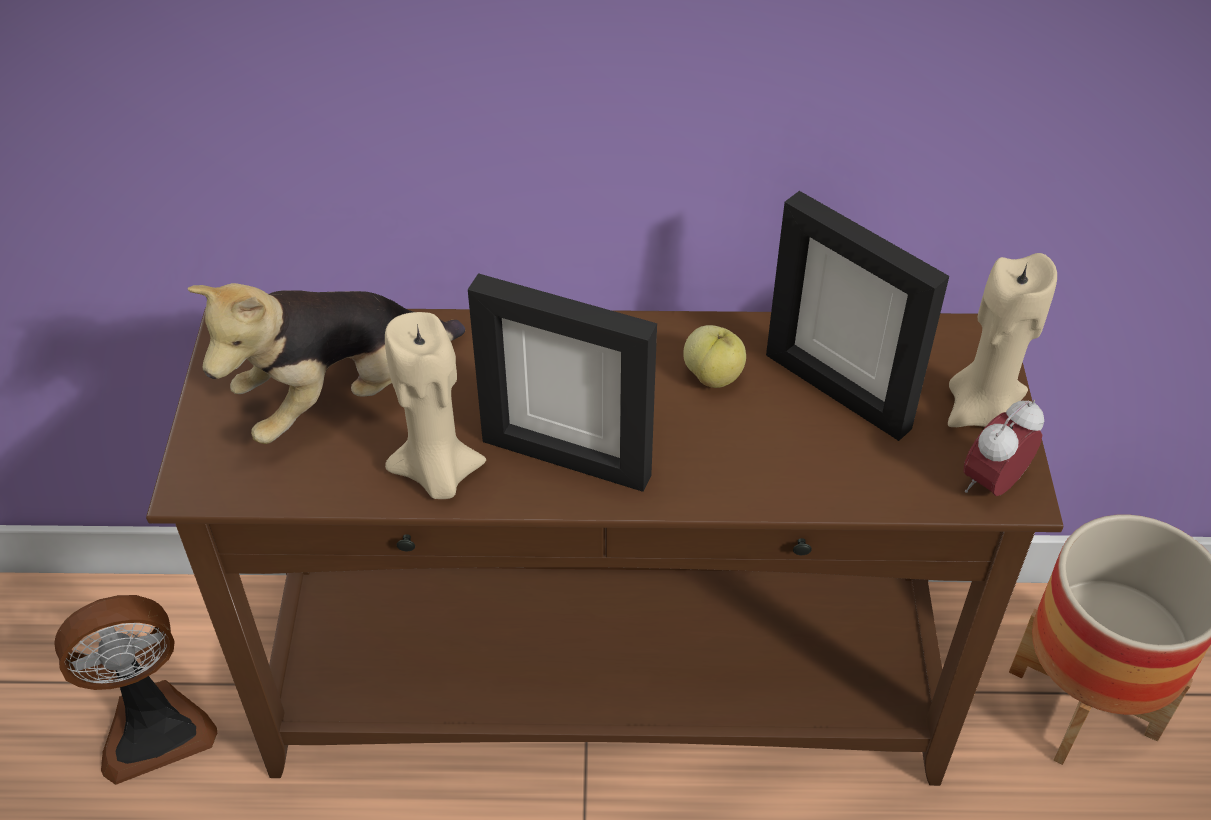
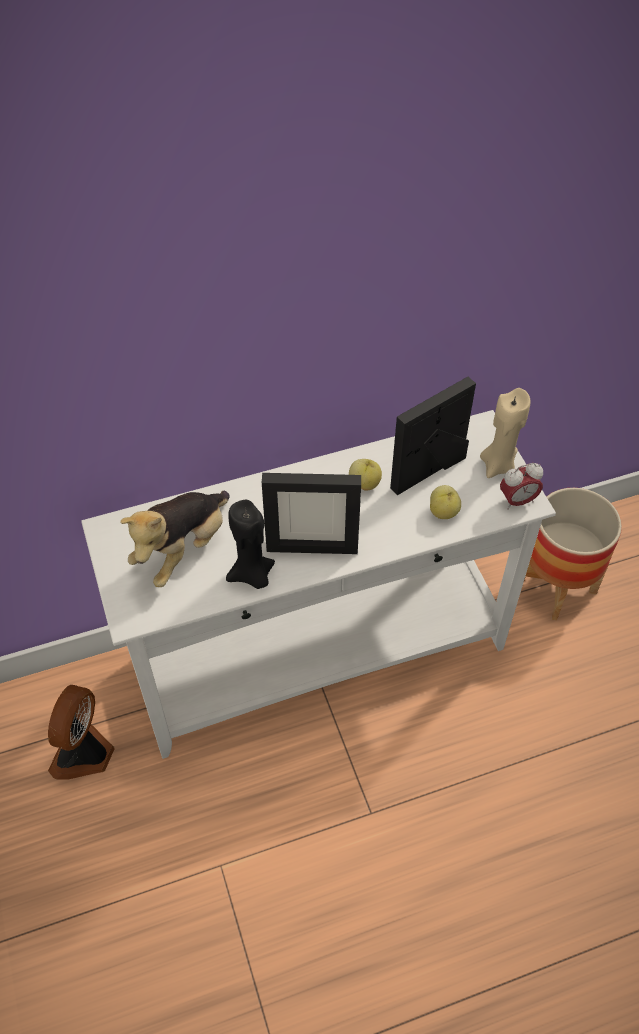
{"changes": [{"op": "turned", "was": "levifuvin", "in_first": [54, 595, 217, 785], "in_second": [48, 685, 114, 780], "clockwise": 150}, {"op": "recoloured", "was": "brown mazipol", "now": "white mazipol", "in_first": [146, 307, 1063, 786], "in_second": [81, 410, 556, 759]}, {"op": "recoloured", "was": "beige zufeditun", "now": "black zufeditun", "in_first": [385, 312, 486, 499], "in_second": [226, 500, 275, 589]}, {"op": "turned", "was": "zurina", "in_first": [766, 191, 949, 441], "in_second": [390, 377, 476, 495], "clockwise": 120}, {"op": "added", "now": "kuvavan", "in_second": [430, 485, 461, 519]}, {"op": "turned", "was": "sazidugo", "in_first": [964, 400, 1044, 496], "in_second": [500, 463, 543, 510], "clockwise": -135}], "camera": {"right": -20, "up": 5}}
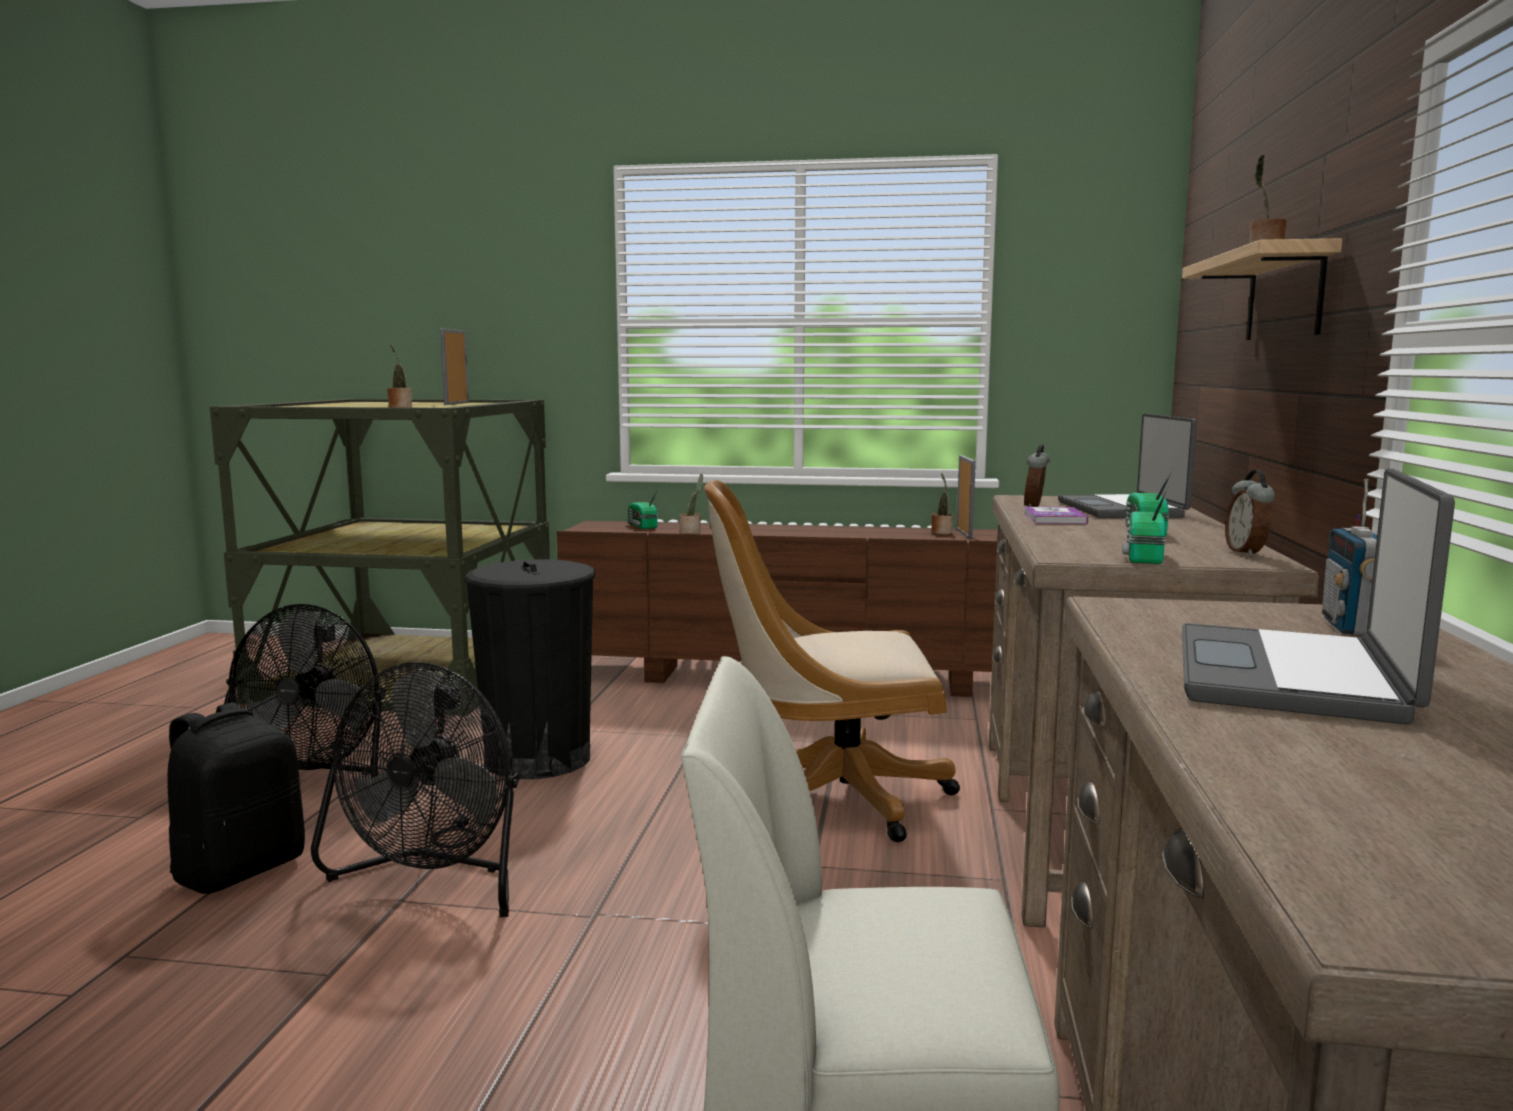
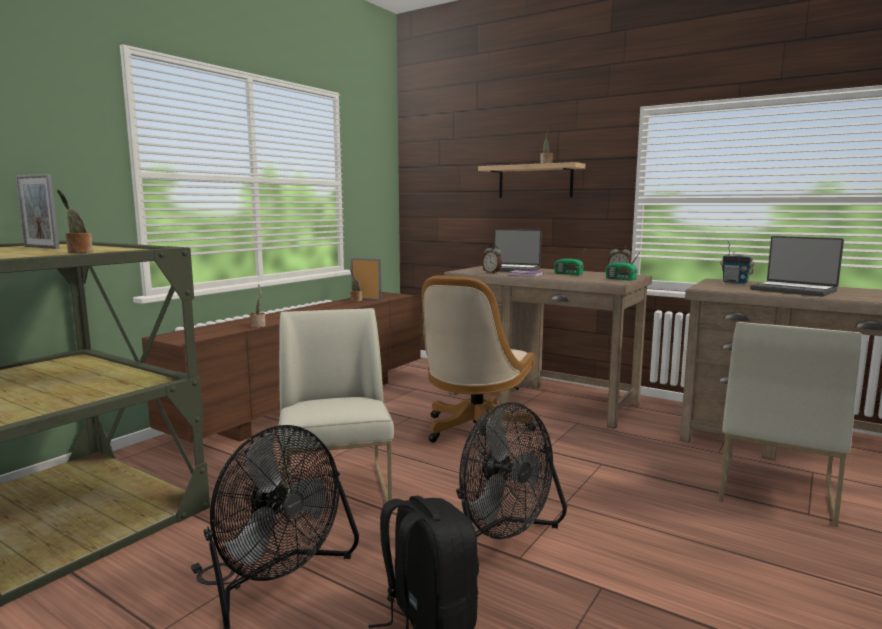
{"changes": [{"op": "replaced", "was": "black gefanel", "now": "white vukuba", "in_first": [464, 559, 595, 779], "in_second": [277, 308, 394, 524]}, {"op": "removed", "was": "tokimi", "in_first": [628, 486, 659, 529]}], "camera": {"right": -65, "up": 0}}
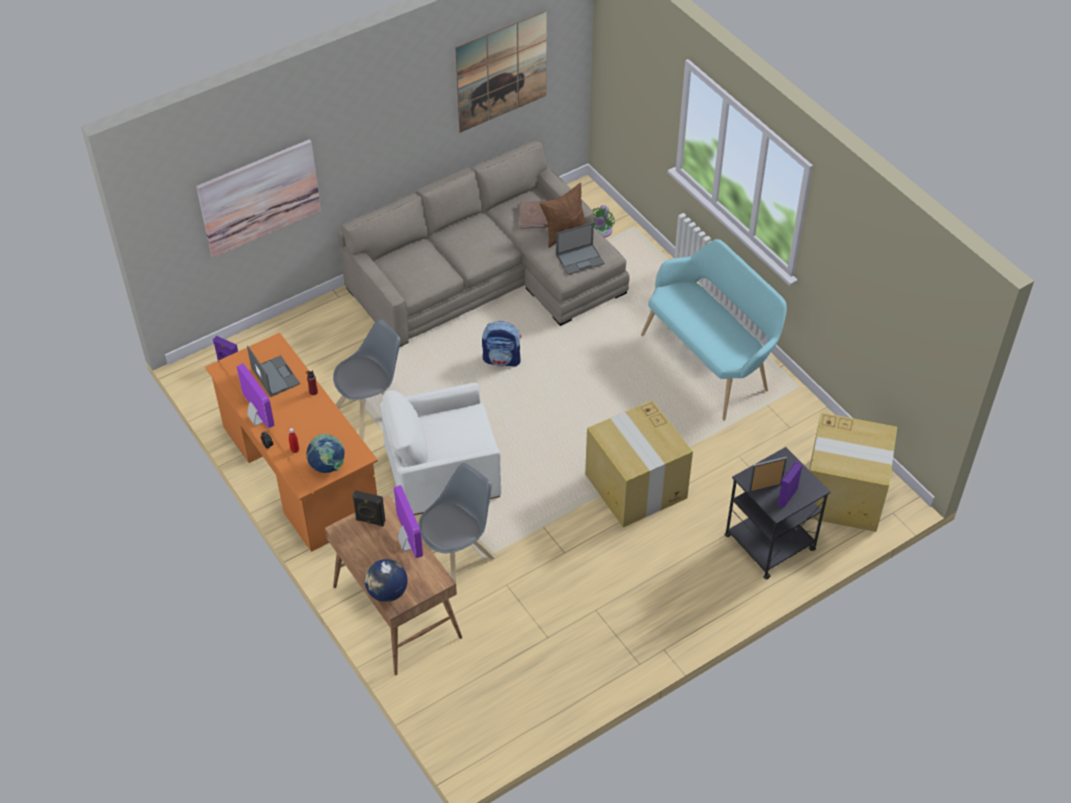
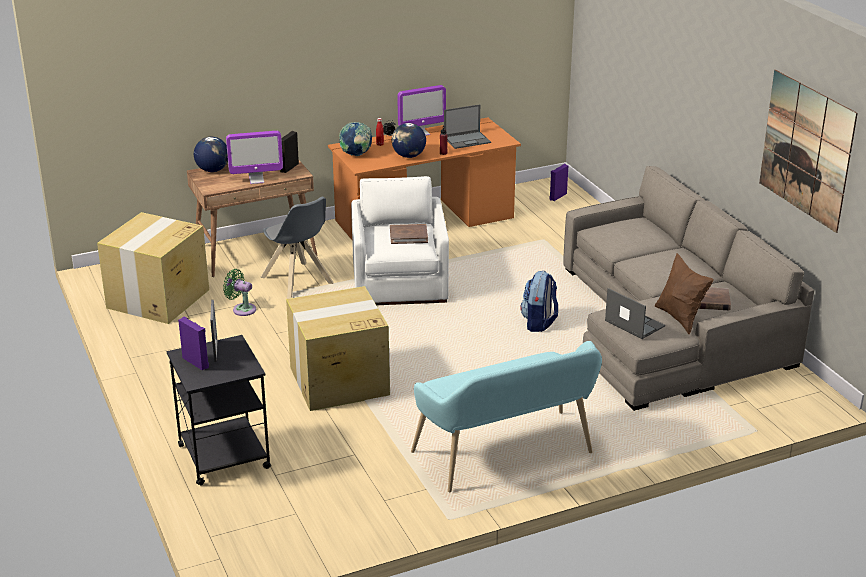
{"changes": [{"op": "moved", "was": "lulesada", "in_first": [809, 412, 897, 532], "in_second": [97, 212, 209, 324]}, {"op": "moved", "was": "green levifuvin", "in_first": [593, 205, 615, 238], "in_second": [223, 269, 256, 316]}, {"op": "added", "now": "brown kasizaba", "in_second": [390, 224, 428, 244]}, {"op": "added", "now": "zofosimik", "in_second": [392, 123, 426, 158]}, {"op": "turned", "was": "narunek", "in_first": [556, 222, 605, 275], "in_second": [605, 288, 665, 339], "clockwise": 150}, {"op": "removed", "was": "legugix", "in_first": [196, 139, 321, 258]}, {"op": "removed", "was": "grey vukuba", "in_first": [333, 319, 400, 440]}], "camera": {"right": 100, "up": -20}}
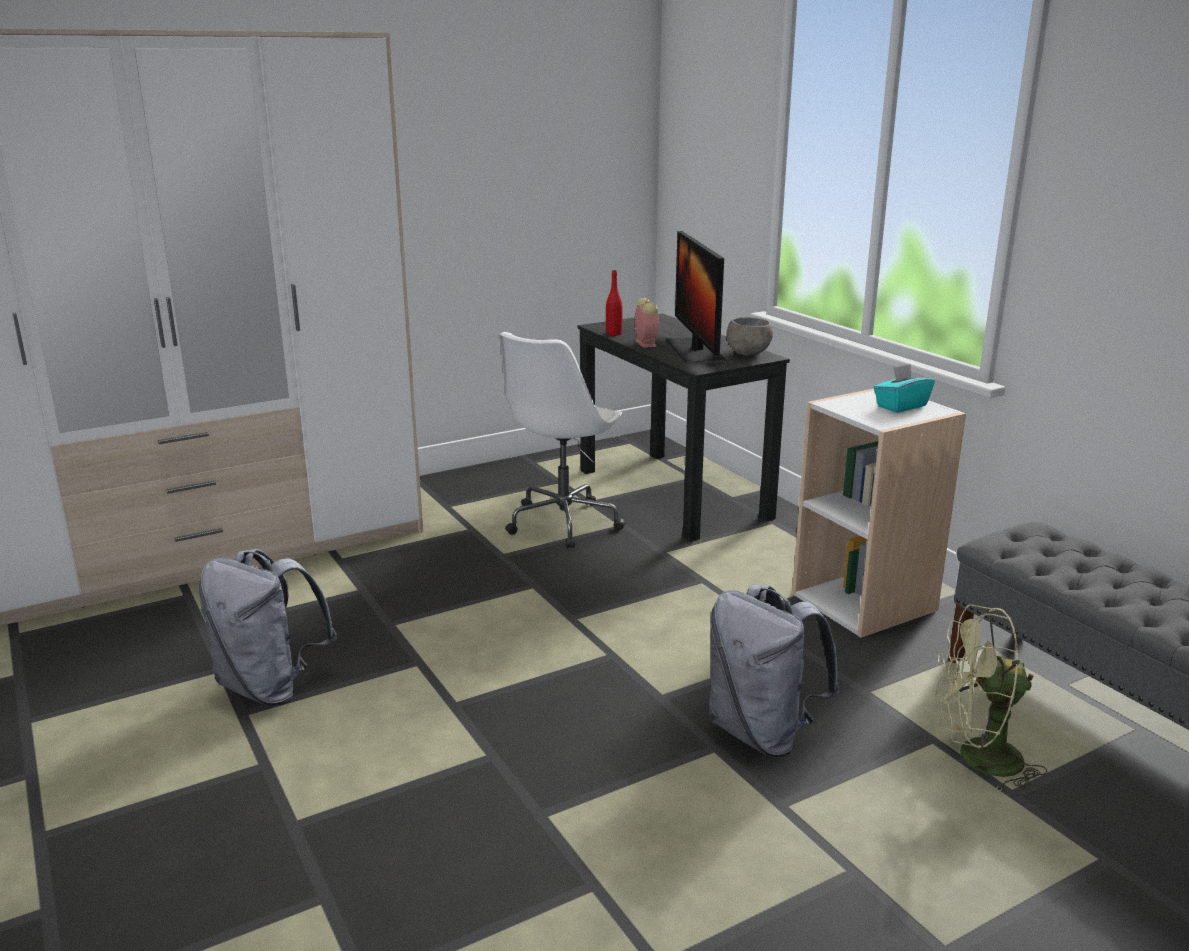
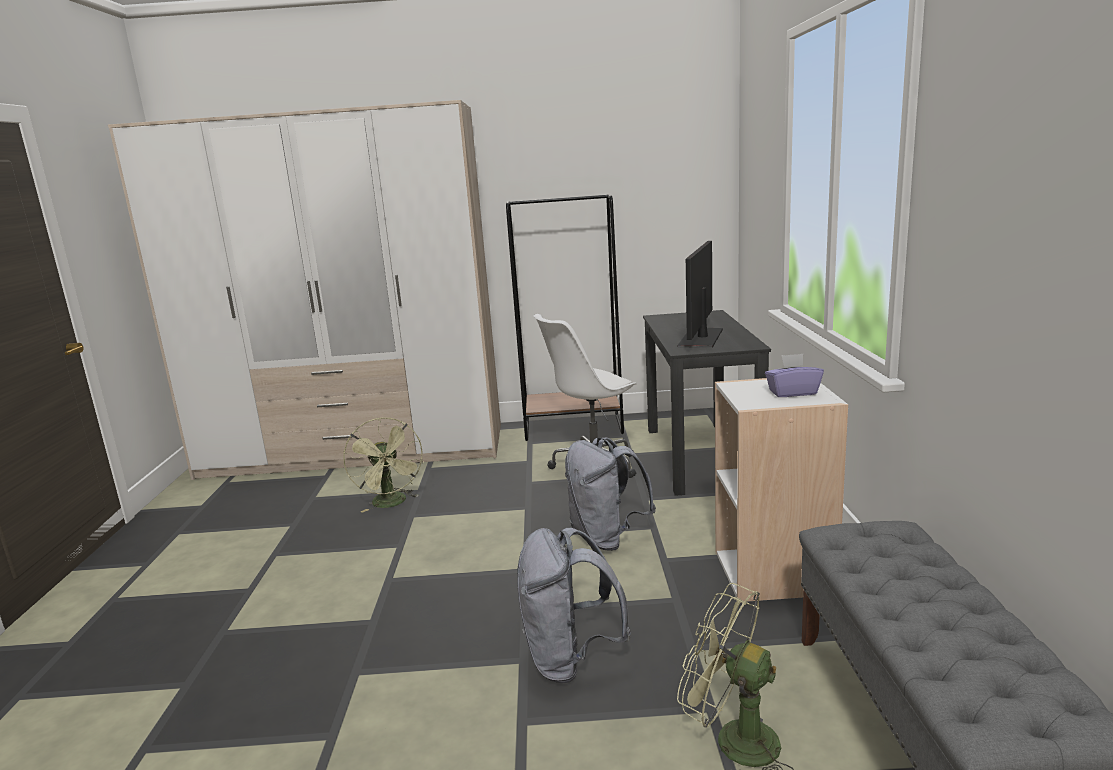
{"changes": [{"op": "added", "now": "green levifuvin", "in_second": [344, 417, 424, 513]}, {"op": "added", "now": "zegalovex", "in_second": [506, 194, 624, 441]}, {"op": "moved", "was": "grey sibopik", "in_first": [198, 549, 337, 705], "in_second": [565, 437, 656, 551]}, {"op": "recoloured", "was": "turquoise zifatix", "now": "purple zifatix", "in_first": [874, 364, 935, 413], "in_second": [765, 354, 824, 397]}, {"op": "removed", "was": "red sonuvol", "in_first": [606, 270, 623, 336]}, {"op": "removed", "was": "sazidugo", "in_first": [634, 298, 659, 348]}, {"op": "removed", "was": "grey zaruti", "in_first": [726, 317, 773, 356]}], "camera": {"right": 30, "up": -5}}
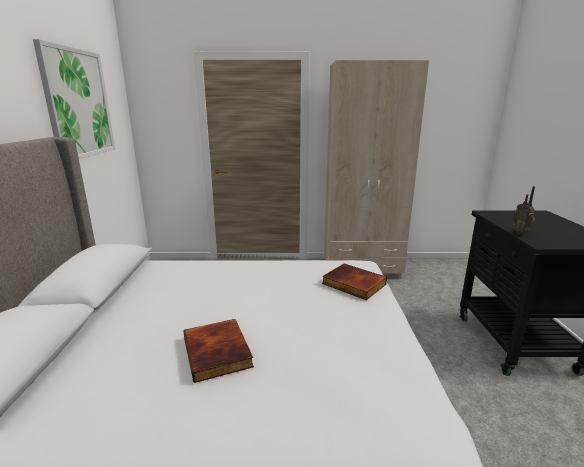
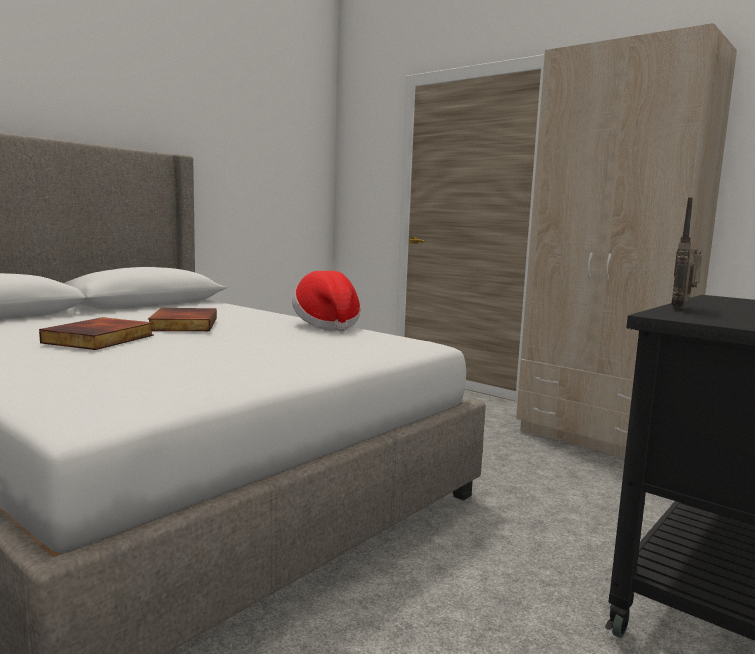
{"changes": [{"op": "moved", "was": "kasizaba", "in_first": [322, 264, 387, 300], "in_second": [148, 308, 217, 331]}, {"op": "added", "now": "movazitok", "in_second": [292, 271, 361, 331]}, {"op": "removed", "was": "legugix", "in_first": [33, 39, 115, 159]}], "camera": {"right": 40, "up": -10}}
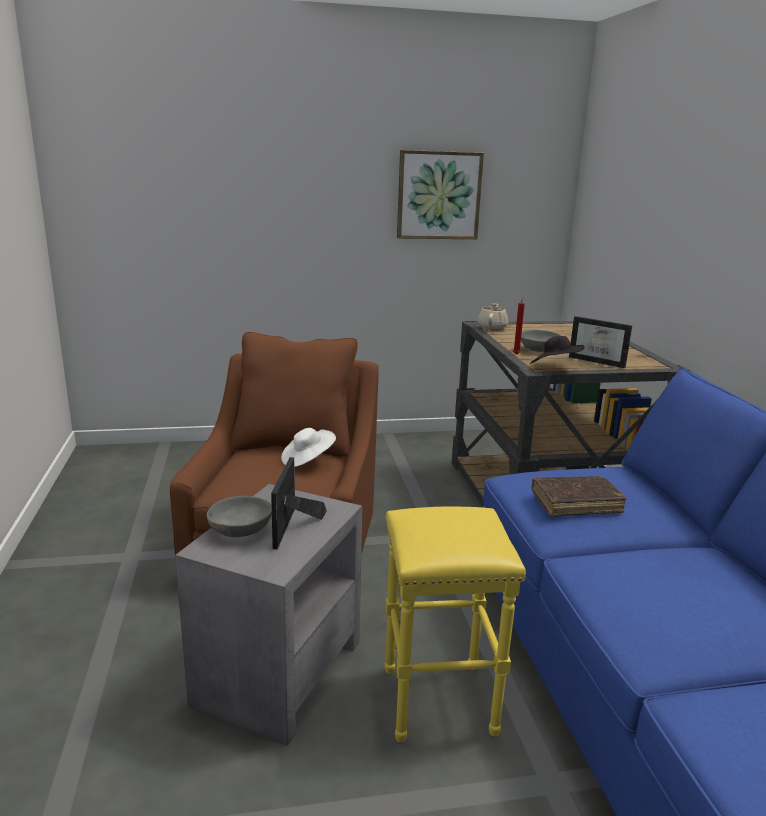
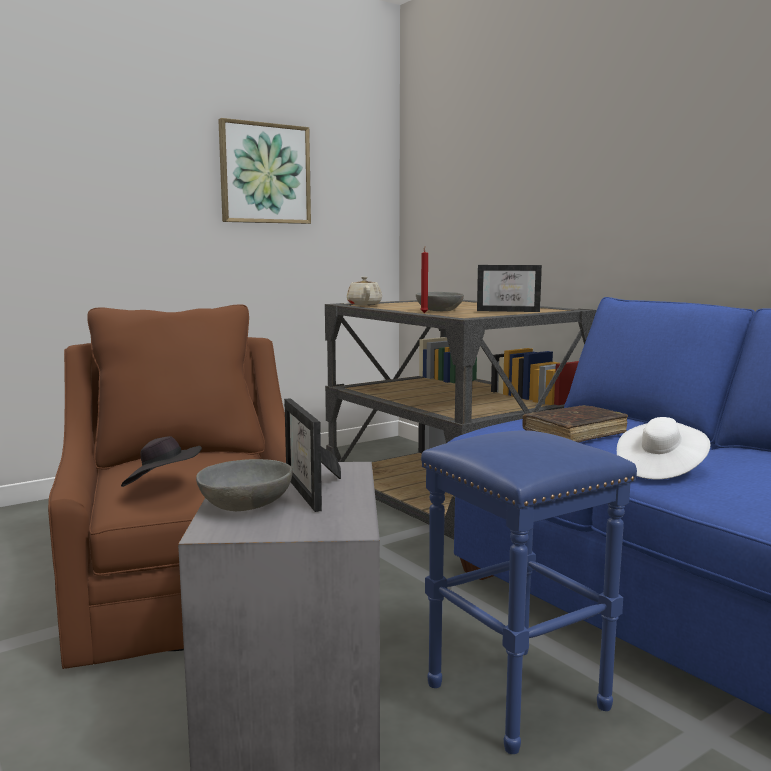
{"changes": [{"op": "moved", "was": "black movazitok", "in_first": [530, 336, 585, 364], "in_second": [121, 436, 202, 487]}, {"op": "recoloured", "was": "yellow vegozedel", "now": "blue vegozedel", "in_first": [384, 506, 526, 743], "in_second": [421, 430, 637, 754]}, {"op": "moved", "was": "white movazitok", "in_first": [281, 428, 336, 467], "in_second": [617, 417, 711, 479]}], "camera": {"right": -25, "up": -10}}
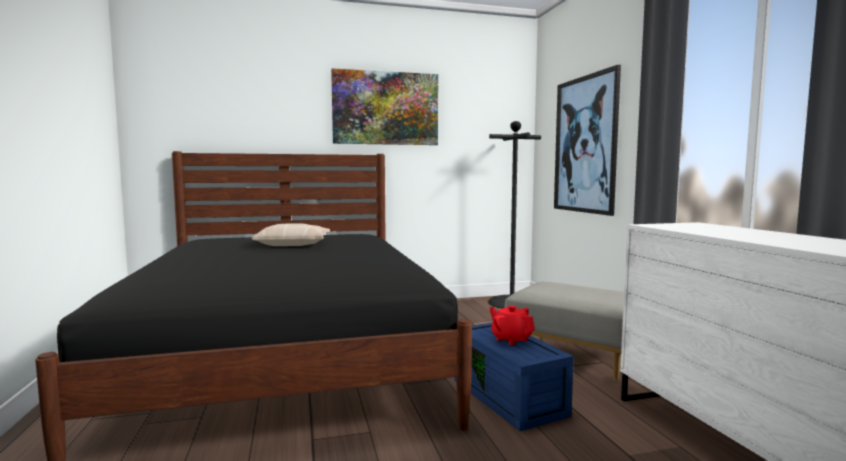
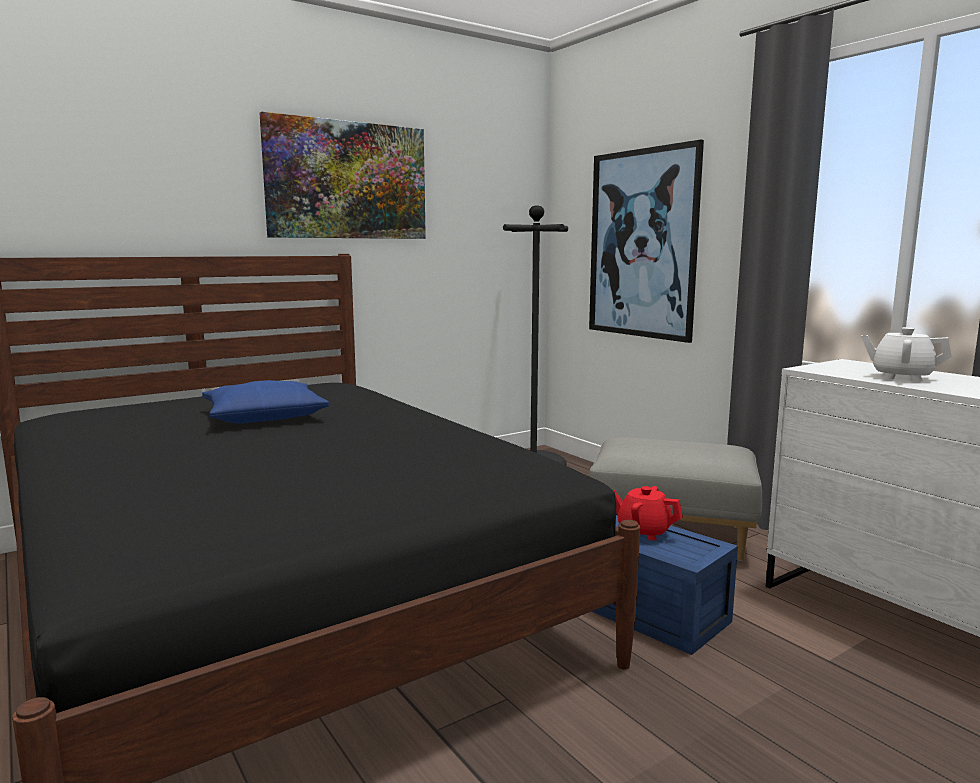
{"changes": [{"op": "recoloured", "was": "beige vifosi", "now": "blue vifosi", "in_first": [252, 223, 330, 246], "in_second": [202, 380, 329, 424]}, {"op": "added", "now": "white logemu", "in_second": [861, 327, 952, 382]}], "camera": {"right": -20, "up": 5}}
